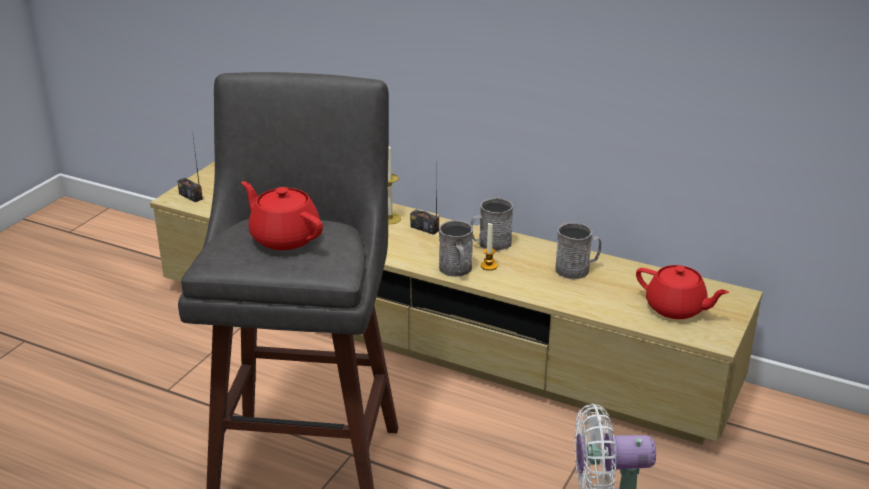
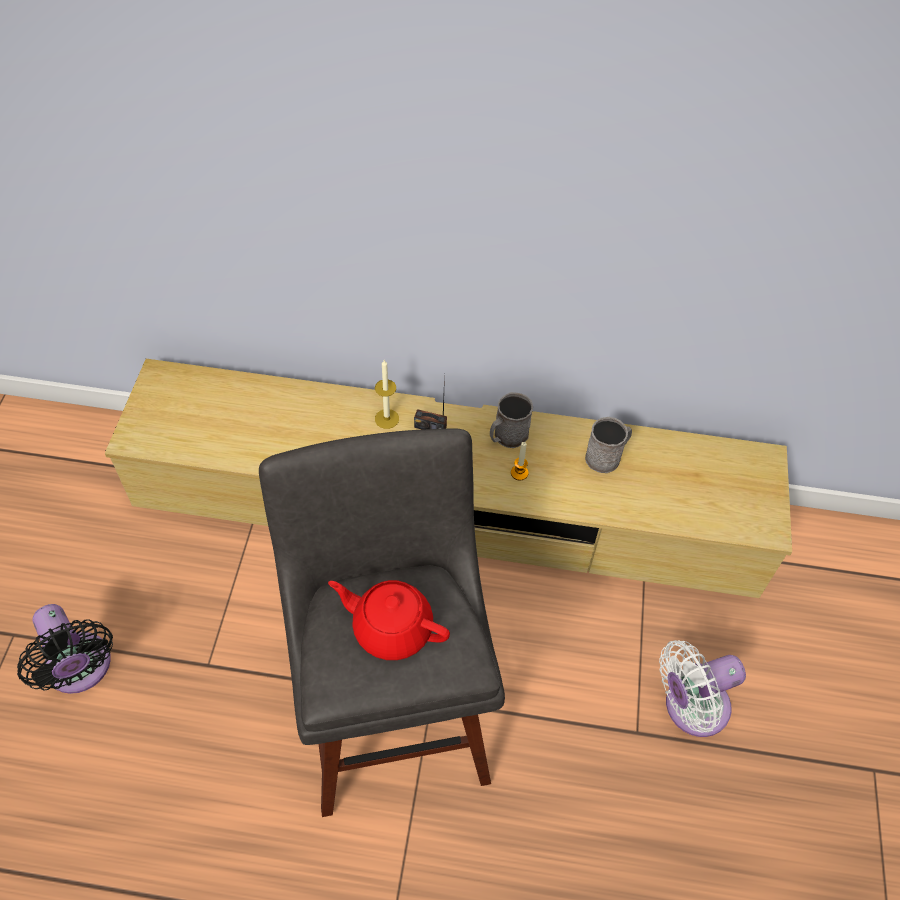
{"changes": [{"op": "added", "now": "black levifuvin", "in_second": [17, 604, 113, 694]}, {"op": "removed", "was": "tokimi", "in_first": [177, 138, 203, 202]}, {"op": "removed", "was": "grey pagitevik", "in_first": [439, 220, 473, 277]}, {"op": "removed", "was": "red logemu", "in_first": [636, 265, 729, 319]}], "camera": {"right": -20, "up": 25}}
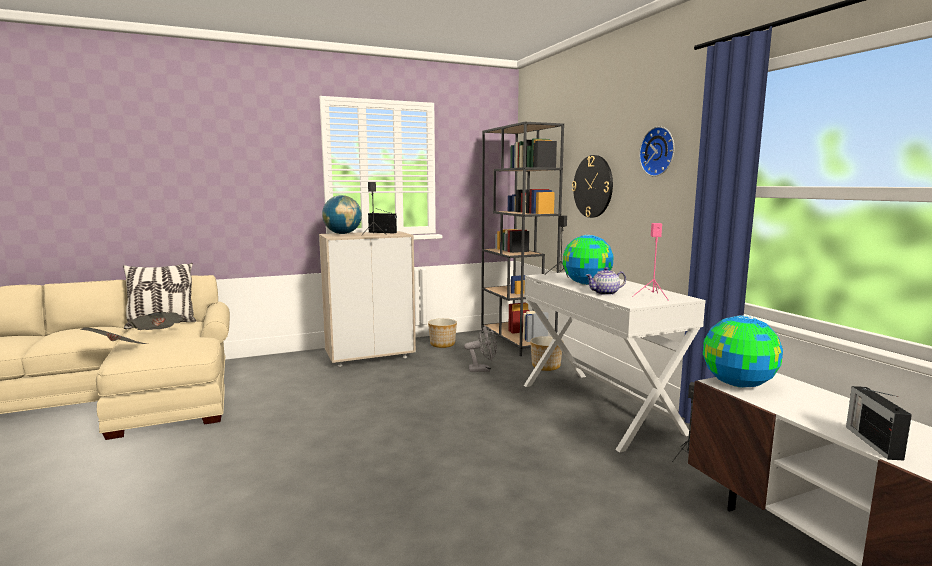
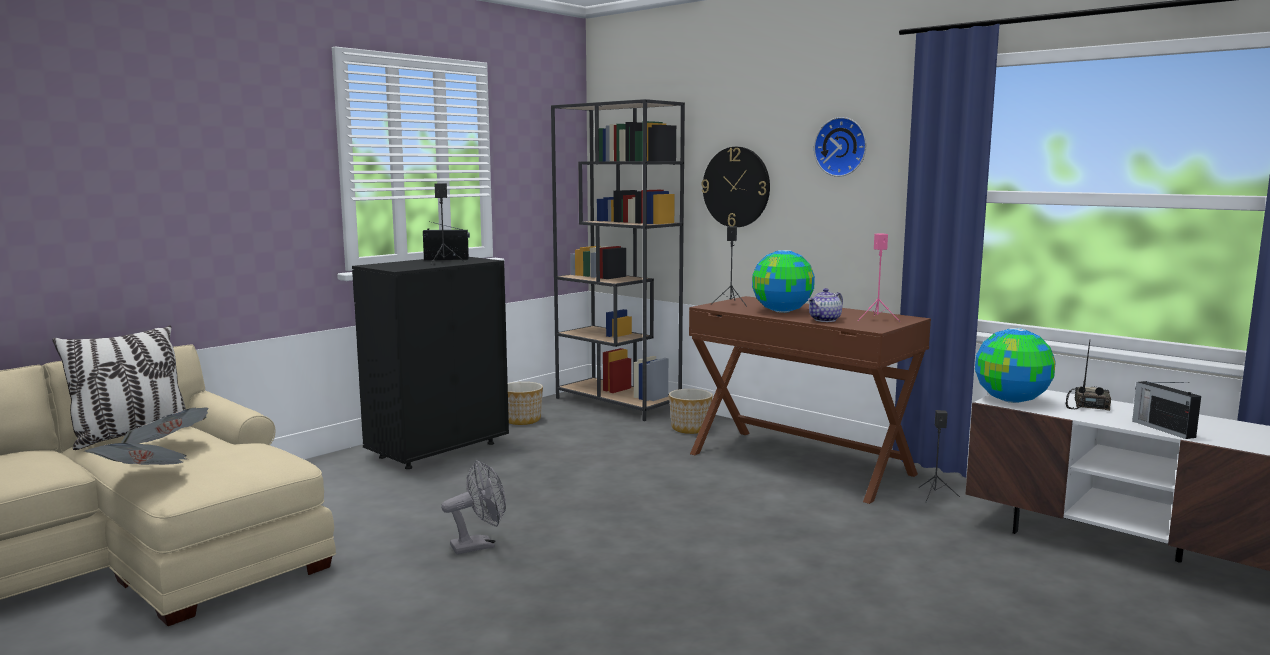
{"changes": [{"op": "recoloured", "was": "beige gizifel", "now": "black gizifel", "in_first": [319, 231, 416, 367], "in_second": [352, 257, 509, 469]}, {"op": "moved", "was": "grey levifuvin", "in_first": [464, 325, 497, 372], "in_second": [441, 460, 506, 554]}, {"op": "recoloured", "was": "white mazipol", "now": "brown mazipol", "in_first": [524, 272, 706, 453], "in_second": [689, 296, 931, 504]}, {"op": "added", "now": "tokimi", "in_second": [1065, 341, 1111, 411]}, {"op": "removed", "was": "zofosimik", "in_first": [322, 195, 362, 234]}], "camera": {"right": -25, "up": 0}}
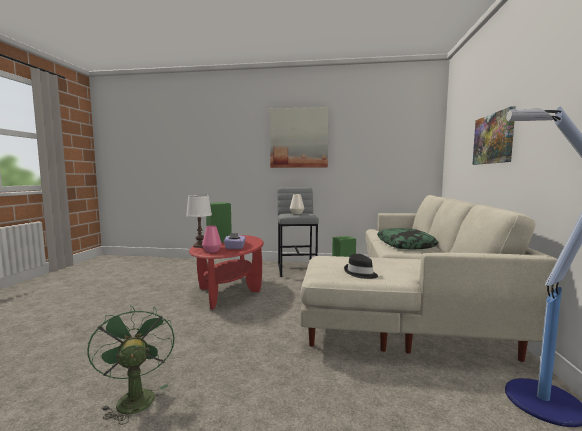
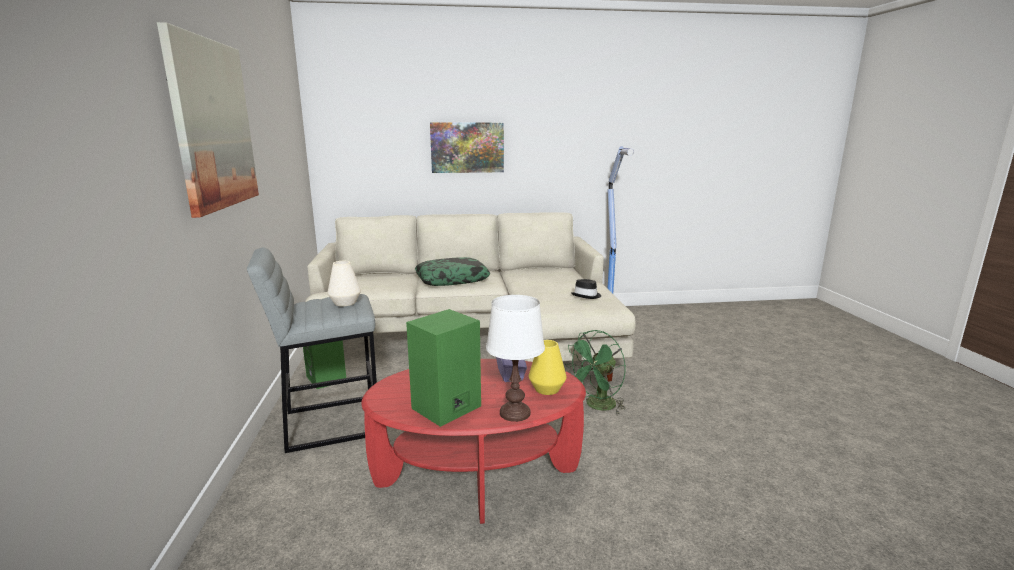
{"changes": [{"op": "recoloured", "was": "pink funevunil", "now": "yellow funevunil", "in_first": [202, 226, 222, 253], "in_second": [529, 340, 567, 395]}, {"op": "moved", "was": "green levifuvin", "in_first": [87, 305, 175, 425], "in_second": [565, 330, 626, 414]}], "camera": {"right": -105, "up": 10}}
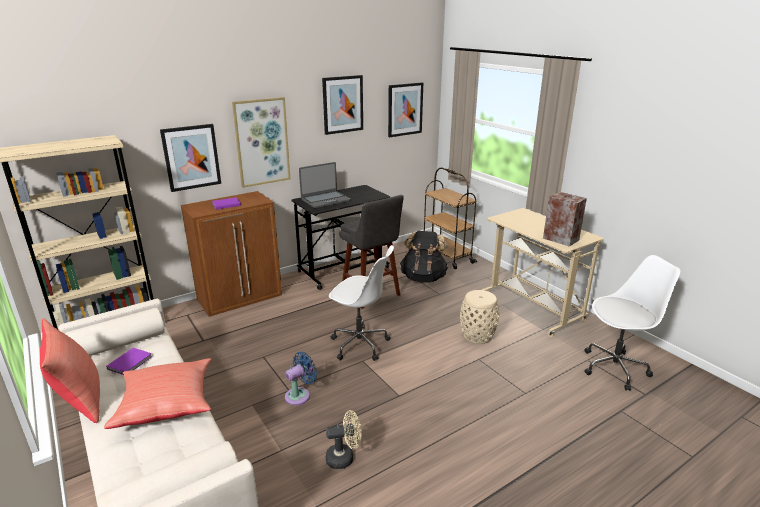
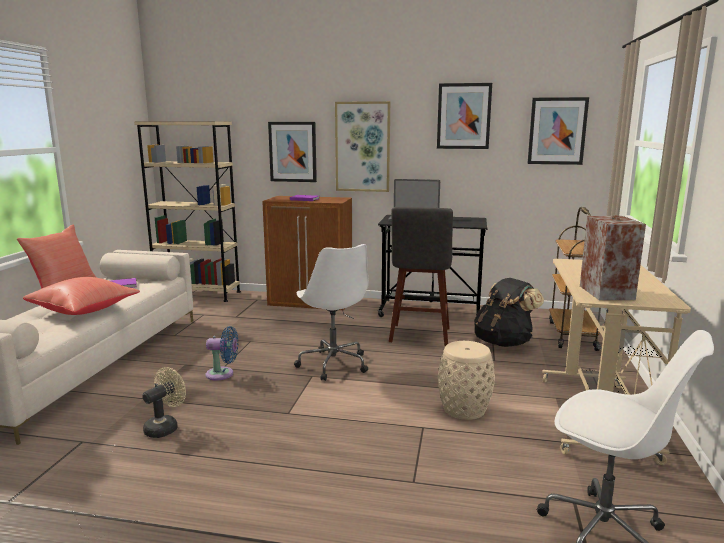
{"changes": [{"op": "turned", "was": "beige levifuvin", "in_first": [326, 410, 362, 469], "in_second": [143, 367, 186, 438], "clockwise": -90}], "camera": {"right": 45, "up": -10}}
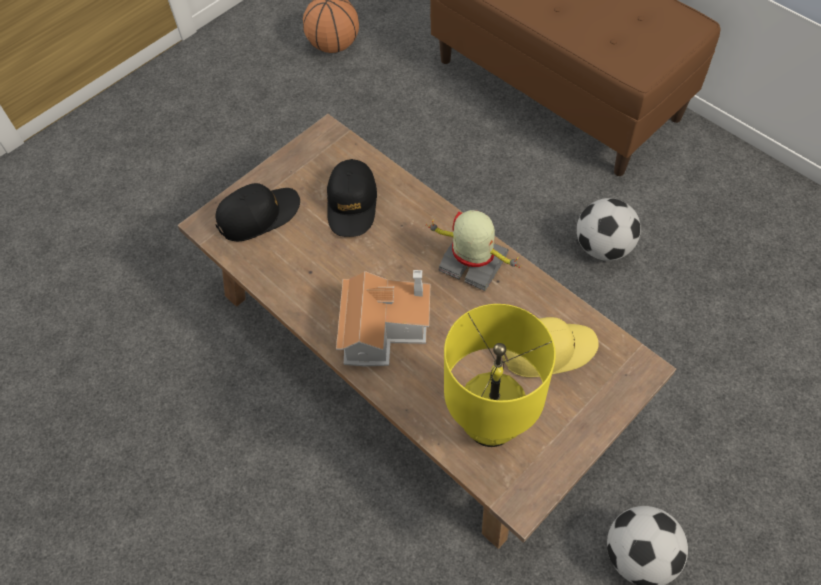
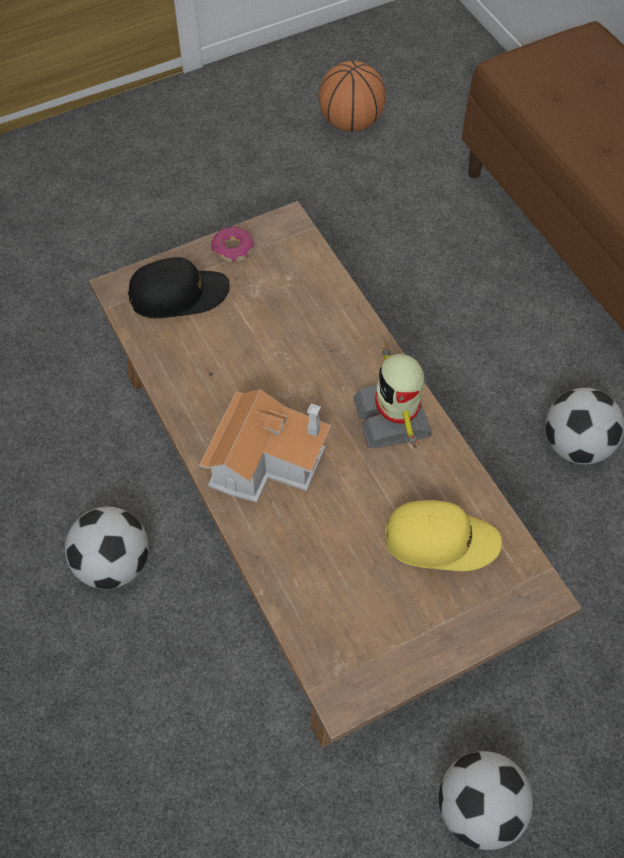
{"changes": [{"op": "added", "now": "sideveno", "in_second": [65, 507, 149, 589]}, {"op": "added", "now": "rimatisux", "in_second": [211, 226, 254, 262]}, {"op": "turned", "was": "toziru", "in_first": [428, 210, 521, 291], "in_second": [353, 343, 432, 449], "clockwise": -150}, {"op": "removed", "was": "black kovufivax", "in_first": [327, 159, 377, 237]}, {"op": "removed", "was": "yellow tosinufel", "in_first": [444, 304, 556, 447]}], "camera": {"right": 15, "up": 0}}
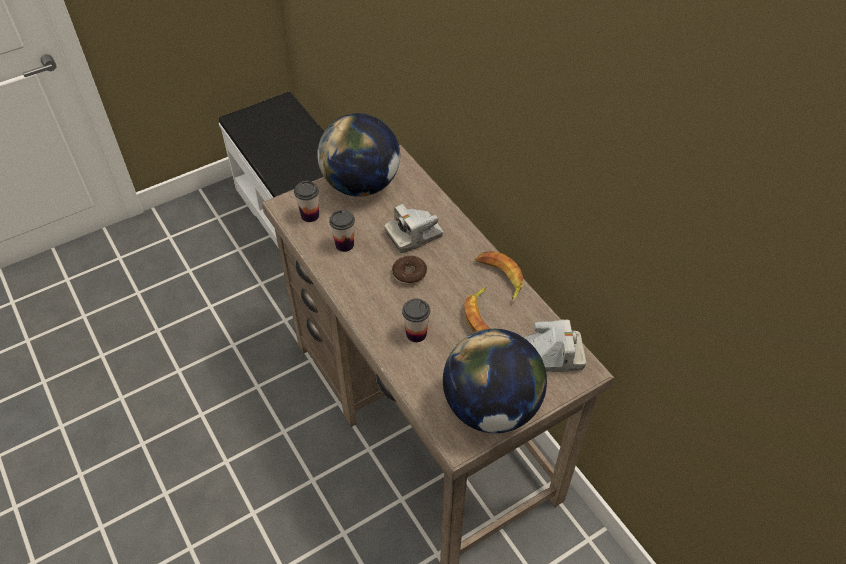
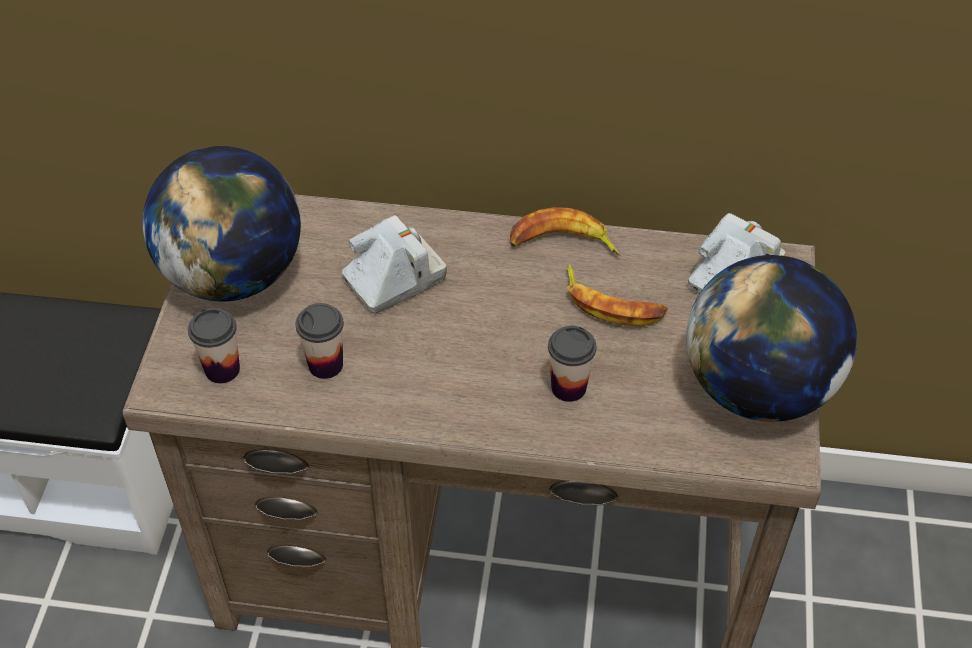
{"changes": [{"op": "turned", "was": "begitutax", "in_first": [384, 204, 443, 253], "in_second": [342, 215, 447, 314], "clockwise": -135}, {"op": "removed", "was": "rimatisux", "in_first": [392, 256, 427, 285]}], "camera": {"right": -50, "up": 0}}
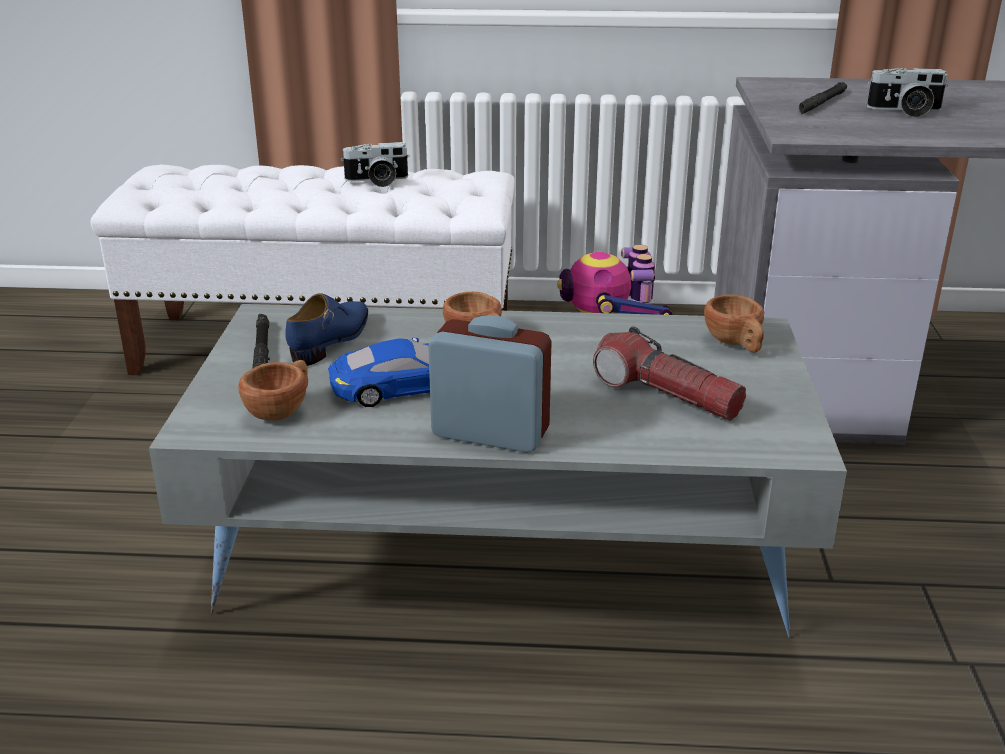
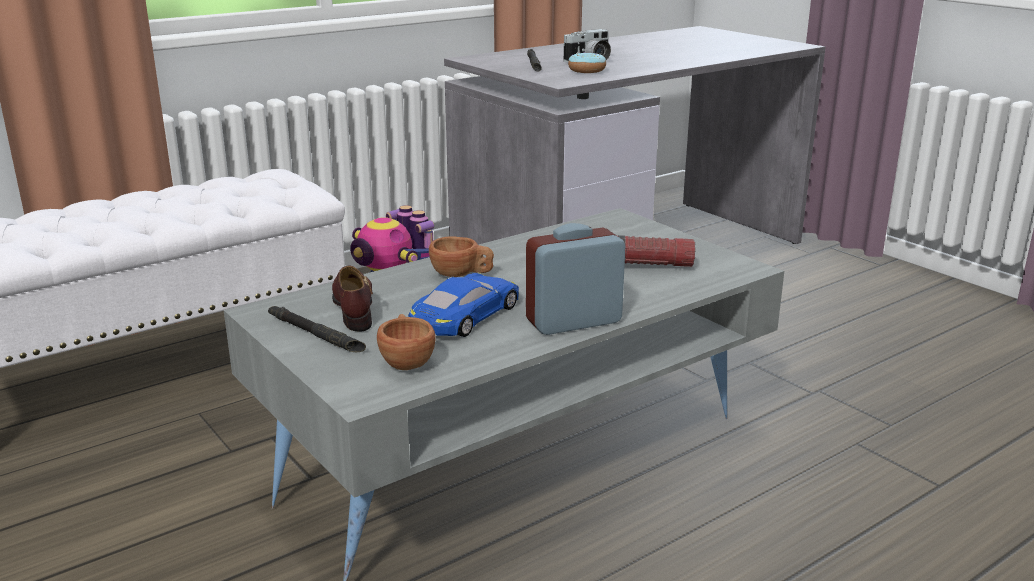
{"changes": [{"op": "recoloured", "was": "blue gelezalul", "now": "brown gelezalul", "in_first": [285, 293, 368, 366], "in_second": [332, 266, 373, 332]}, {"op": "added", "now": "rimatisux", "in_second": [568, 53, 606, 73]}, {"op": "removed", "was": "begitutax", "in_first": [341, 142, 410, 187]}, {"op": "removed", "was": "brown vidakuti", "in_first": [704, 294, 764, 352]}], "camera": {"right": -40, "up": -5}}
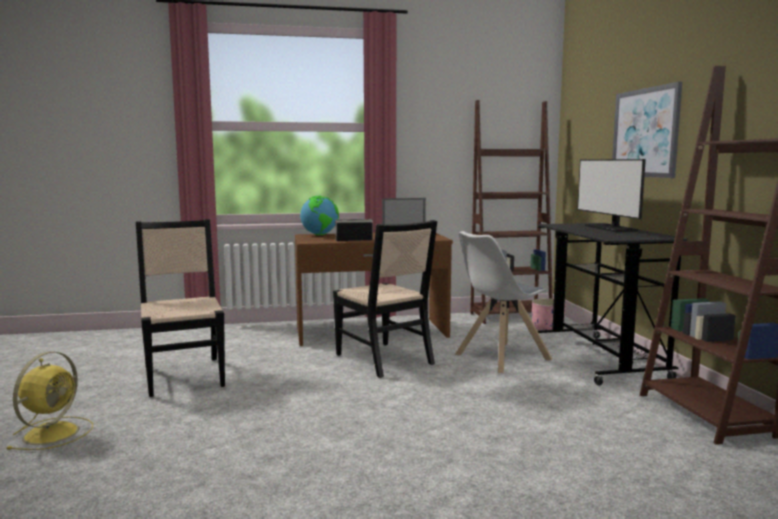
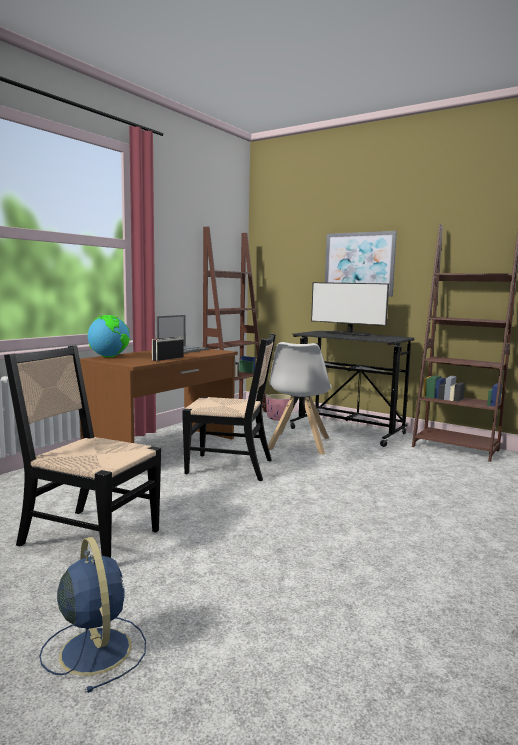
{"changes": [{"op": "recoloured", "was": "yellow levifuvin", "now": "blue levifuvin", "in_first": [7, 351, 93, 450], "in_second": [39, 537, 146, 693]}], "camera": {"right": -45, "up": 0}}
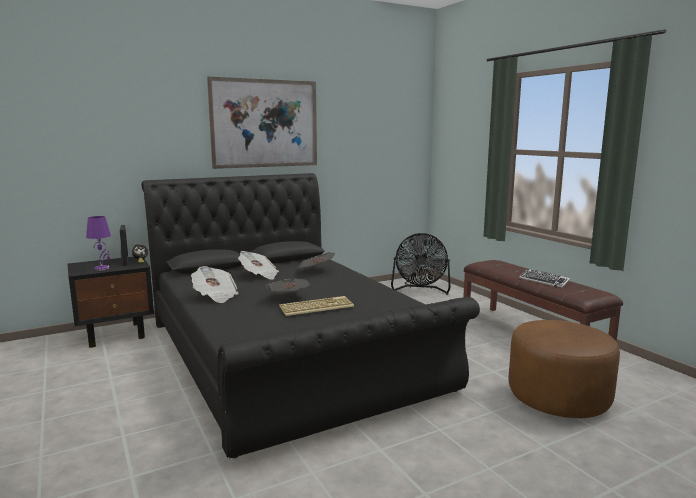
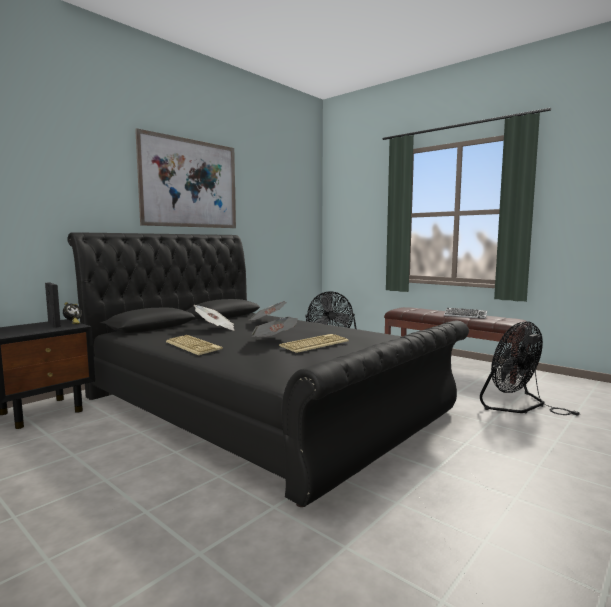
{"changes": [{"op": "replaced", "was": "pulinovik", "now": "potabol", "in_first": [191, 266, 238, 303], "in_second": [166, 335, 223, 355]}, {"op": "replaced", "was": "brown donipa", "now": "black levifuvin", "in_first": [509, 320, 620, 418], "in_second": [480, 321, 580, 416]}, {"op": "removed", "was": "purple tosinufel", "in_first": [86, 216, 111, 271]}], "camera": {"right": -20, "up": -5}}
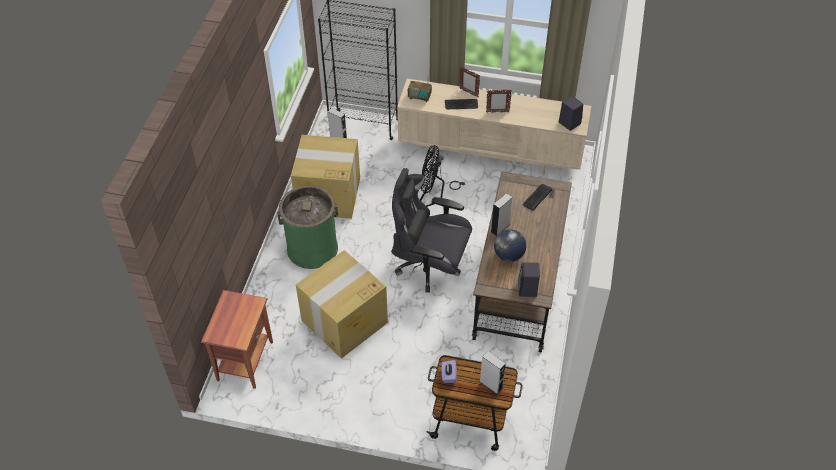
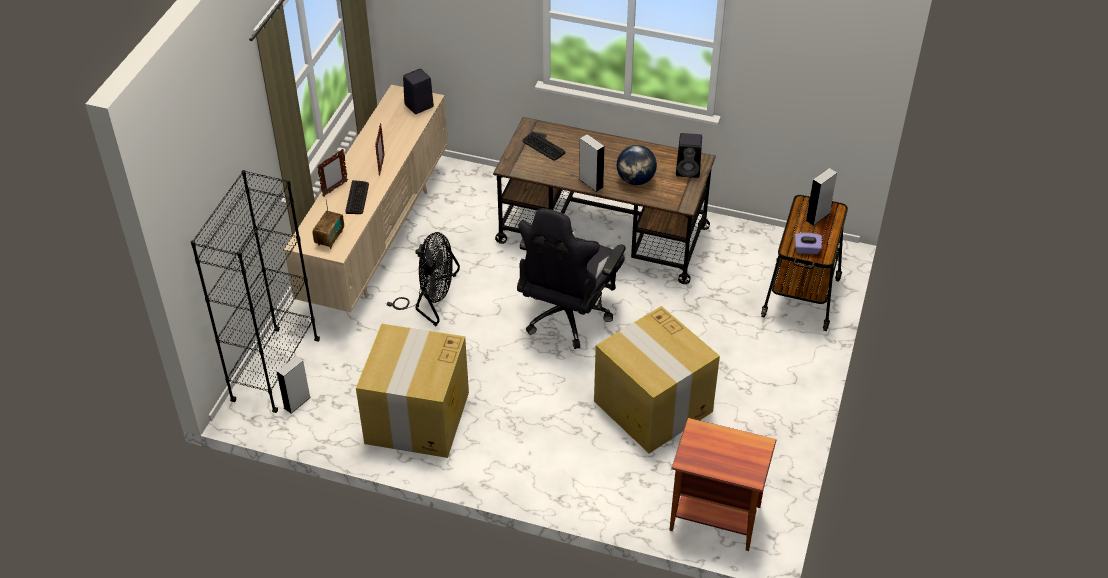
{"changes": [{"op": "turned", "was": "black levifuvin", "in_first": [420, 145, 465, 207], "in_second": [386, 232, 460, 327], "clockwise": -90}, {"op": "removed", "was": "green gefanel", "in_first": [277, 185, 338, 269]}], "camera": {"right": -85, "up": -5}}
